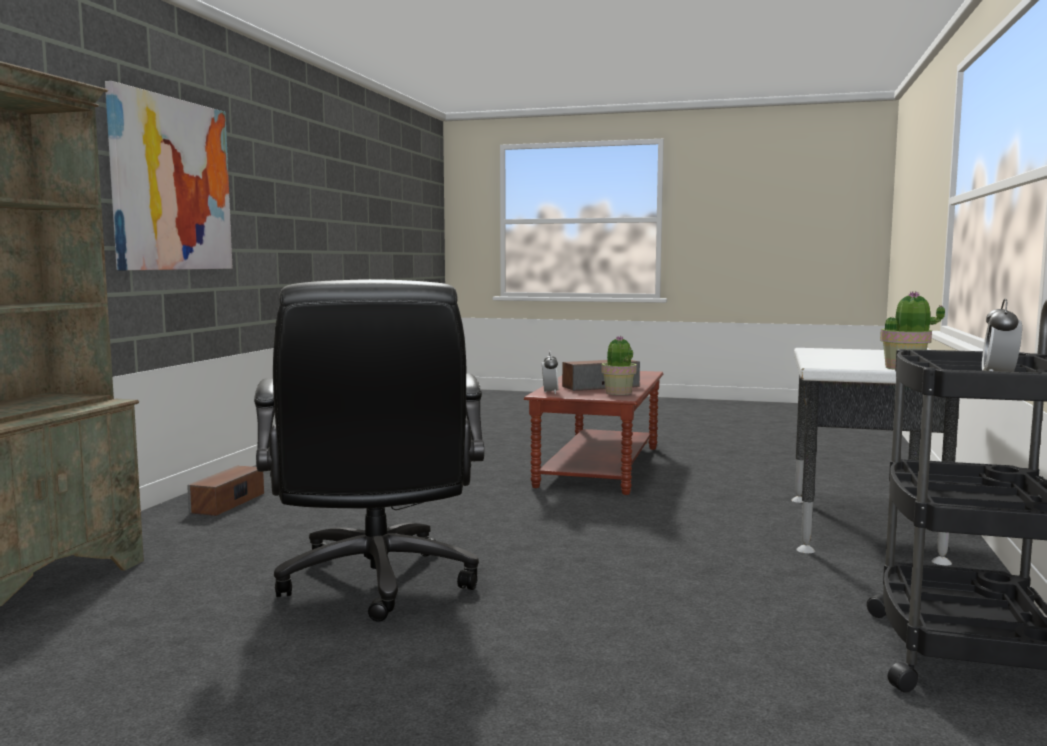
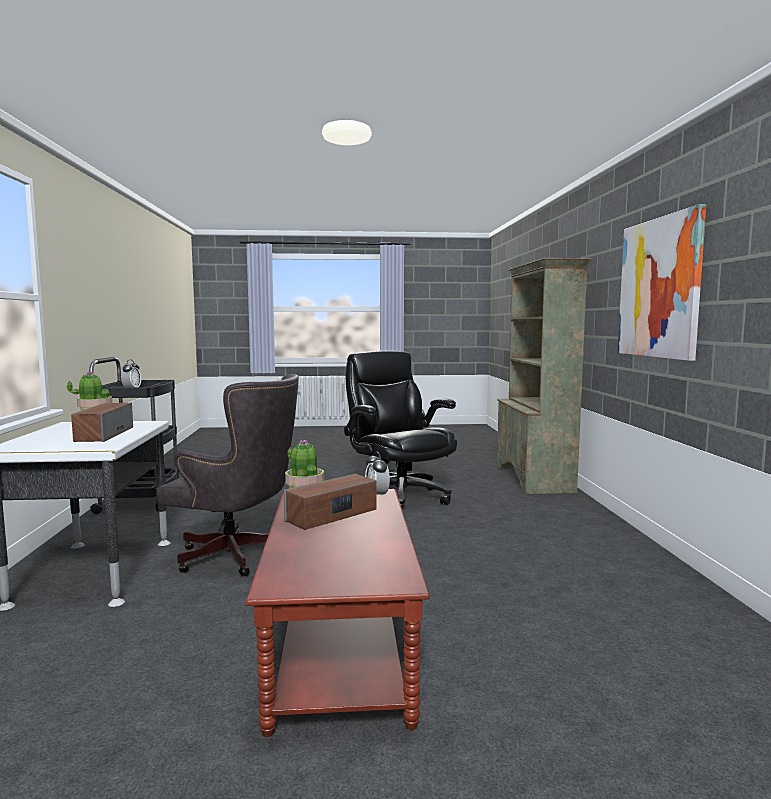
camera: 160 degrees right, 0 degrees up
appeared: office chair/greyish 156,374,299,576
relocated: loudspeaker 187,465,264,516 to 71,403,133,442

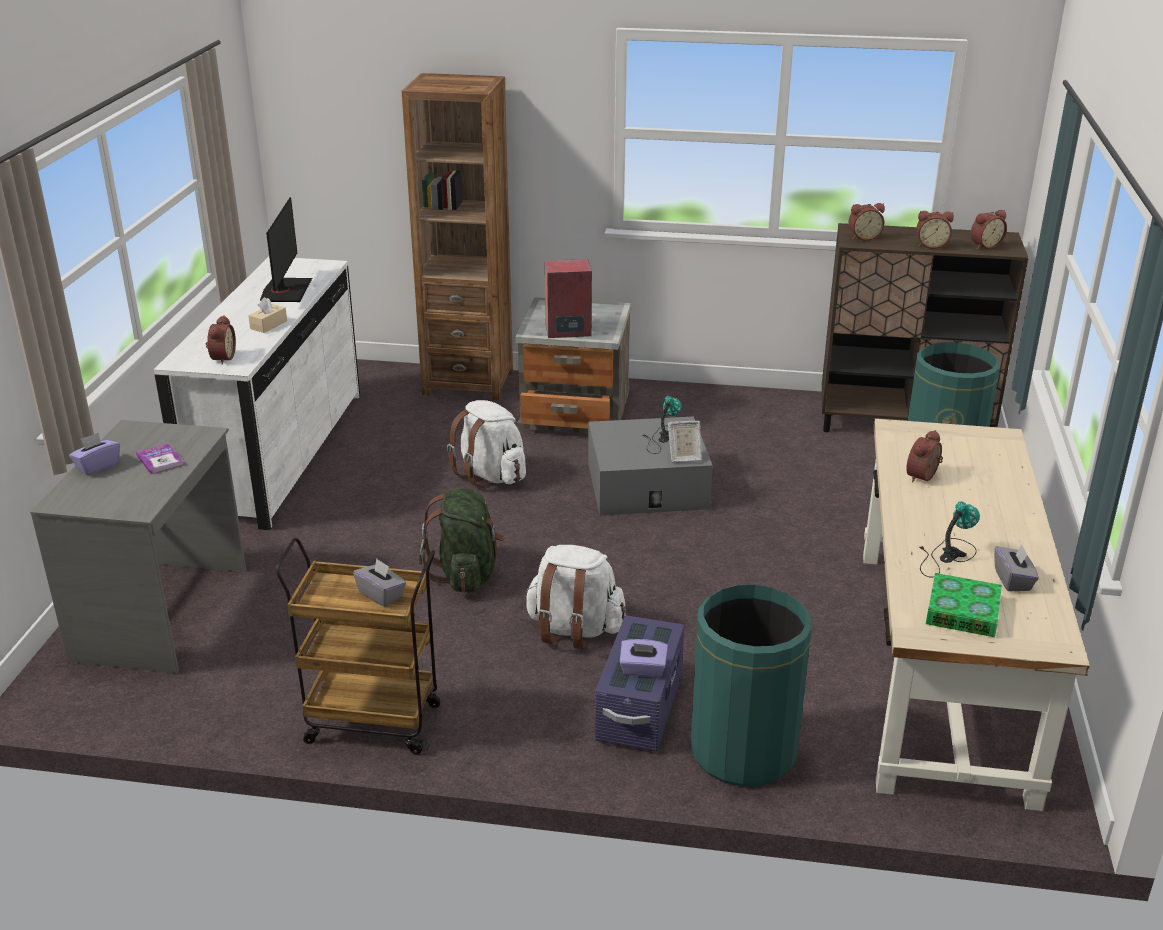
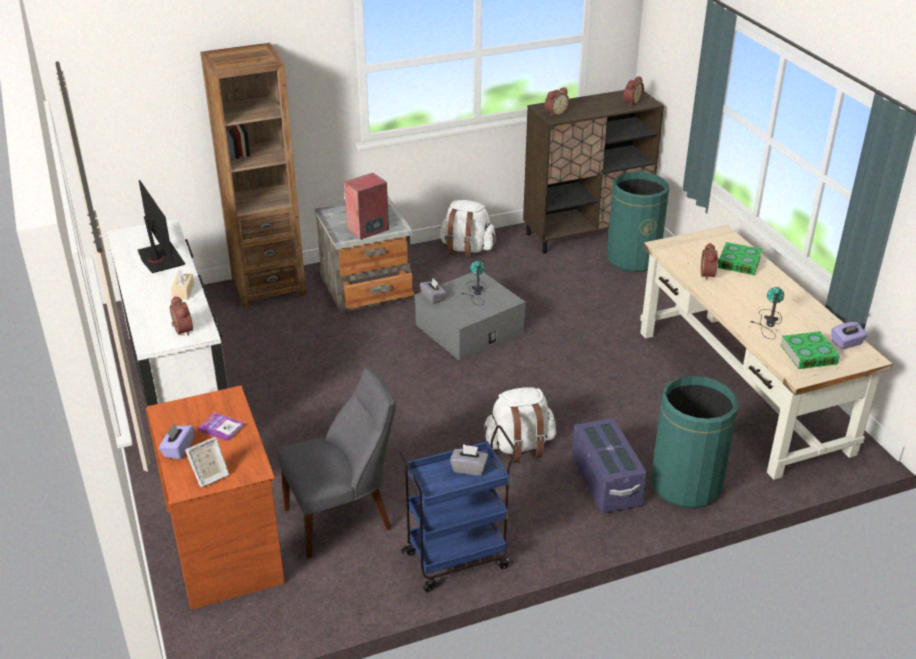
camera: 30 degrees left, 5 degrees up
missing: alarm clock 916,211,954,249; backpack/greenish 419,488,504,593
appeared: volume 718,242,762,275; plain chair/greyish 277,368,396,558
relocated: backpack/whitish 447,400,526,488 to 439,200,495,258; picture frame 668,421,702,463 to 185,437,229,487; tissue box/greyish 994,544,1039,591 to 420,278,446,304; tissue box/purple-coloured 620,639,668,677 to 831,322,868,349
colour: desk unit/greyish 30,420,246,673 to desk unit/brownish 146,386,285,610; cart/brownish 276,538,440,755 to cart/blue-coloured 399,425,515,592

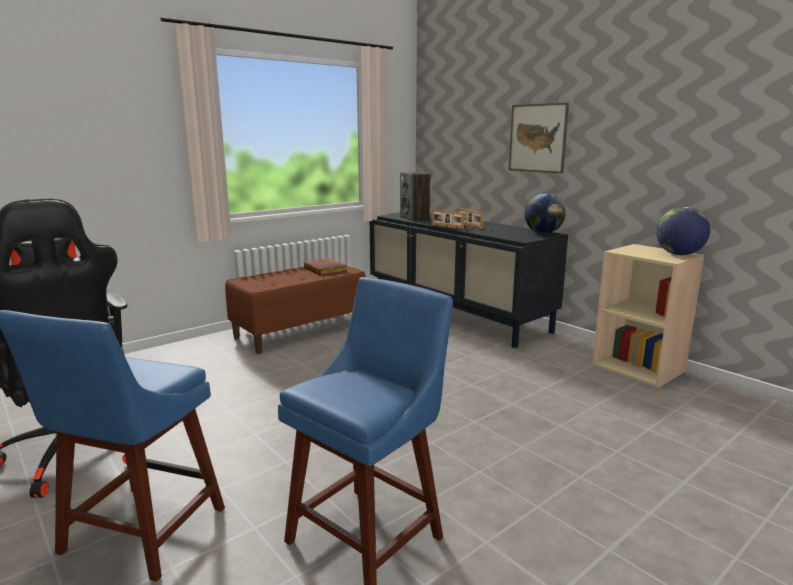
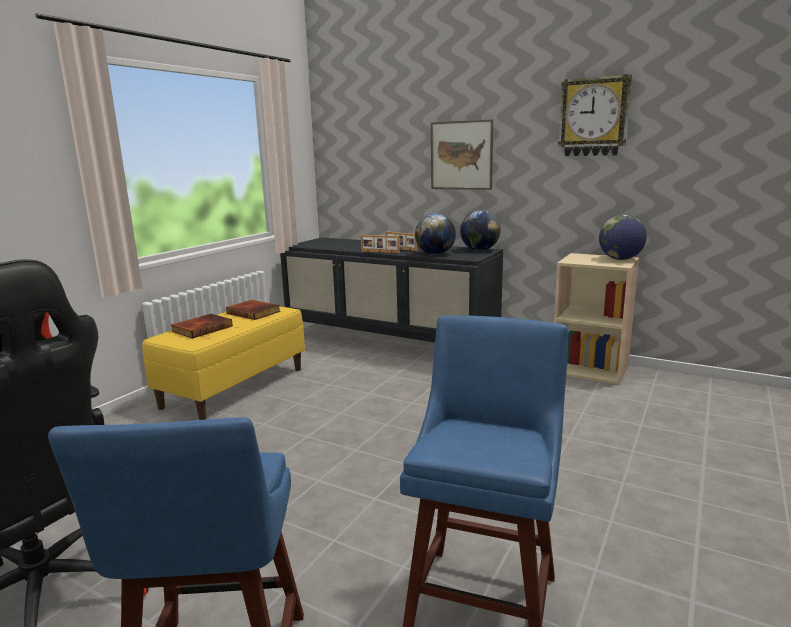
camera: 20 degrees left, 0 degrees up
missing: loudspeaker 400,172,431,221
appeared: wall clock 558,74,632,156; globe 415,213,456,255; volume 171,314,233,339
colour: indoor bench/brownish 225,266,366,354 to indoor bench/yellow-coloured 142,306,305,420

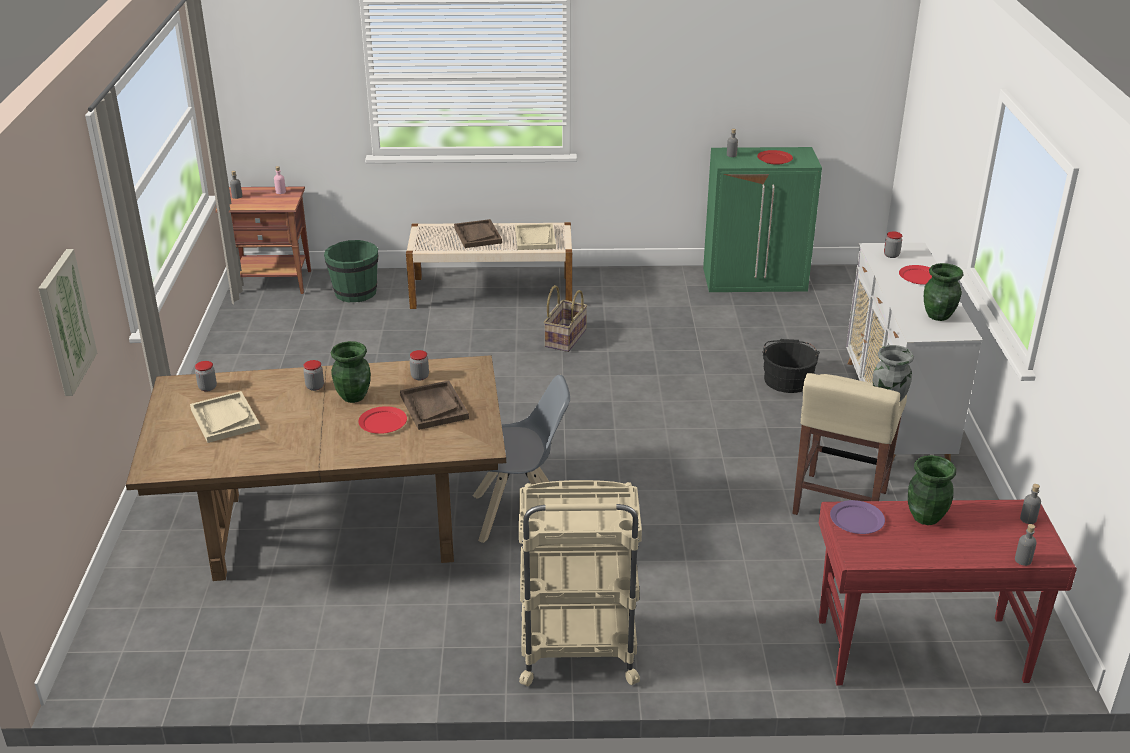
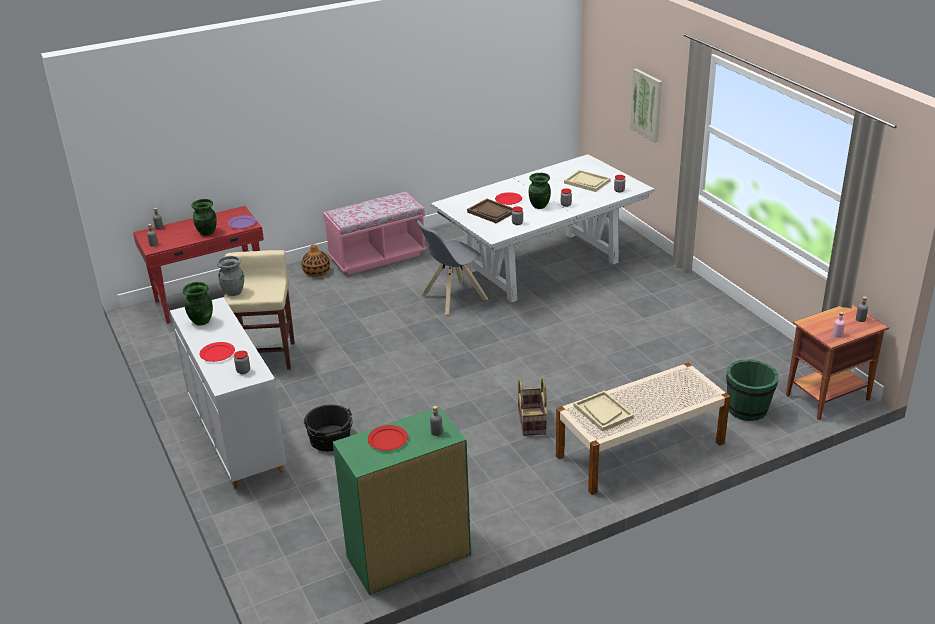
camera: 155 degrees right, 0 degrees up
missing: serving tray/brownish 454,219,502,248
appeared: decorative vase 302,244,330,277
exchanged: cart/beige 519,480,642,686 to indoor bench/pink 323,192,427,275
colour: kitchen table/brownish 126,355,506,581 to kitchen table/whitish 431,154,655,303

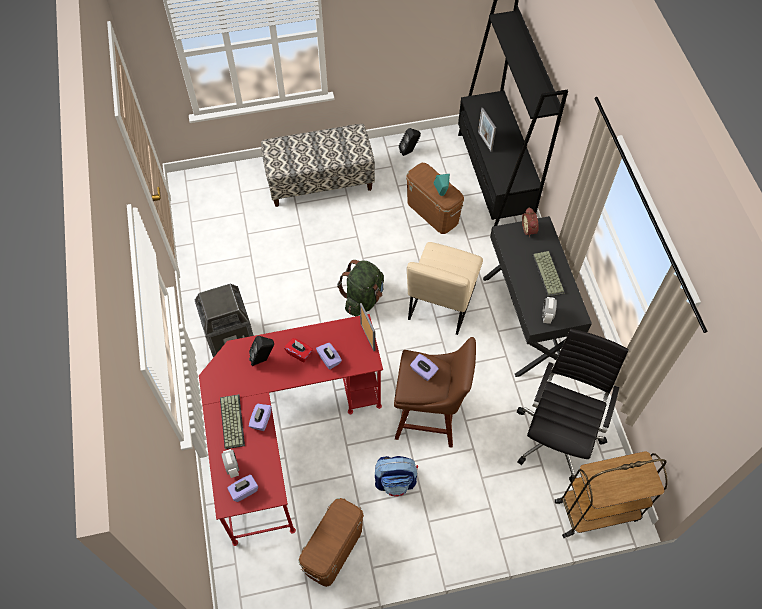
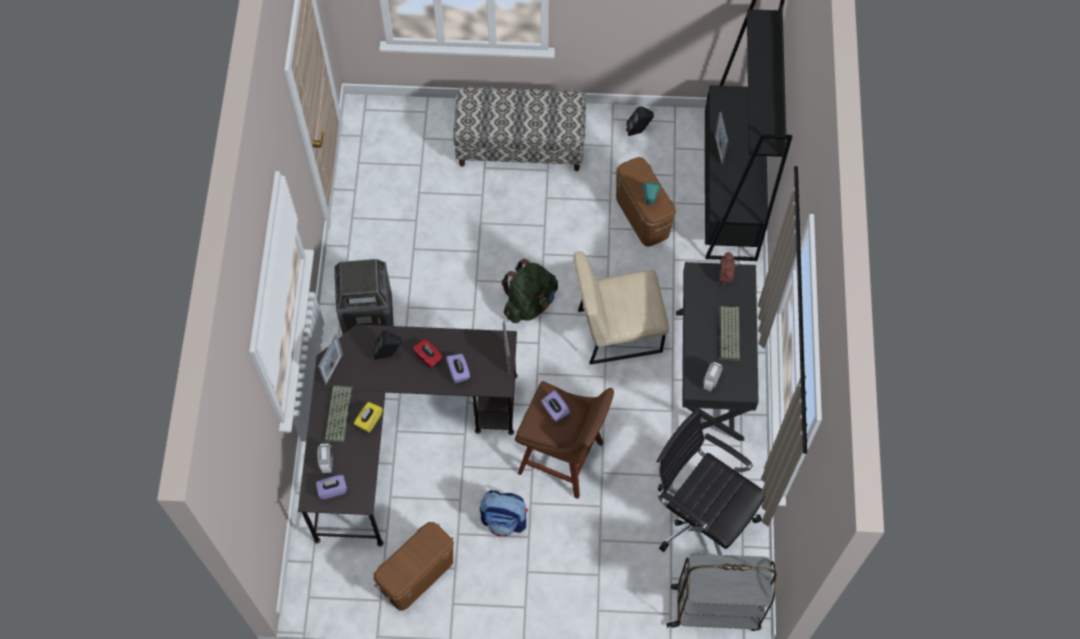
camera: 15 degrees right, 5 degrees up
appeared: picture frame 318,334,343,386
colour: desk unit/red 199,314,383,546 to desk unit/black 298,324,518,546; tissue box/purple-coloured 249,404,272,431 to tissue box/yellow-coloured 354,402,383,433; cart/brownish 555,451,668,538 to cart/greyish 666,554,777,631
spun: plain chair/beige 407,242,483,335 = 573,251,669,365 45 degrees clockwise; office chair/black 517,329,629,482 = 657,409,765,555 90 degrees counterclockwise

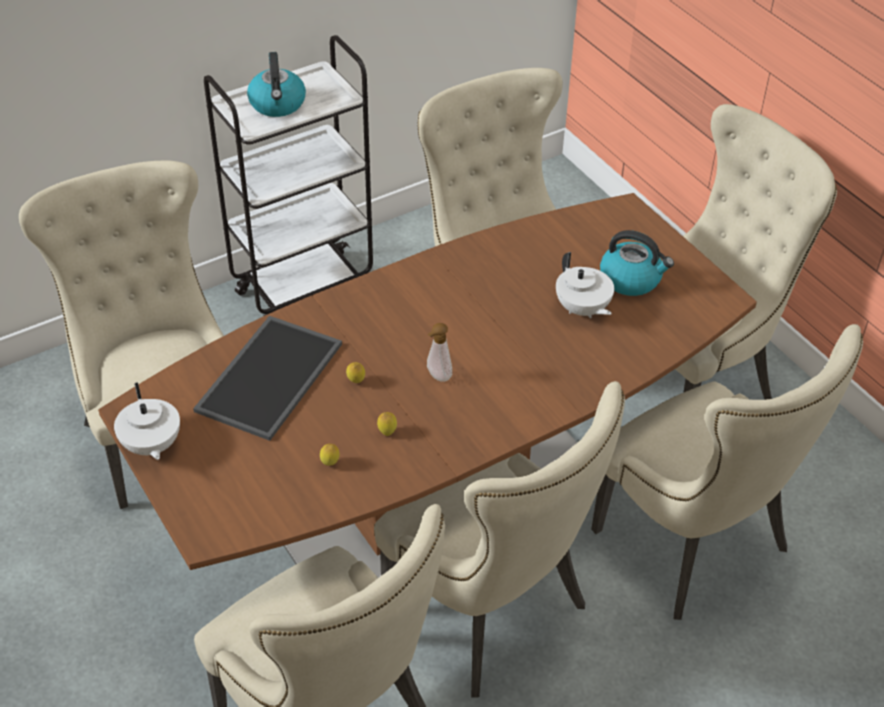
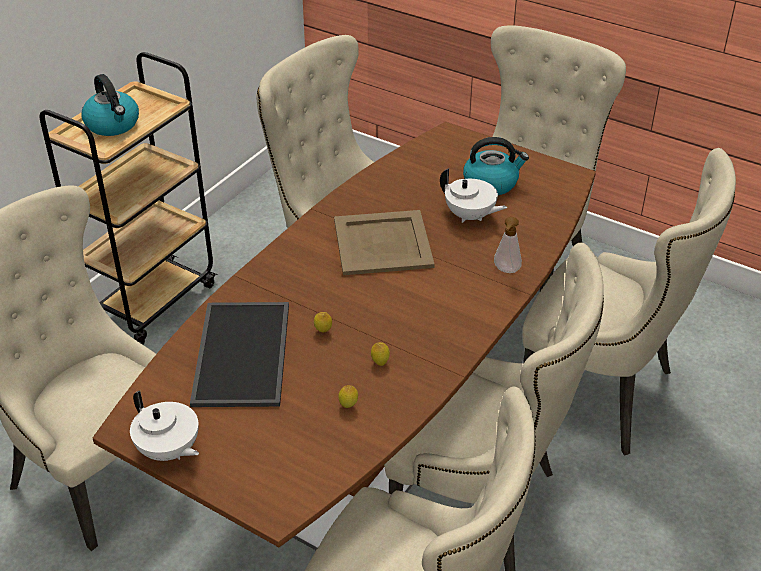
camera: 25 degrees left, 5 degrees down
appeared: serving tray/beige 334,210,435,275
relocated: soap dispenser 427,323,452,382 to 494,217,522,273
colour: cart/whitish 204,35,373,316 to cart/brownish 40,52,218,345

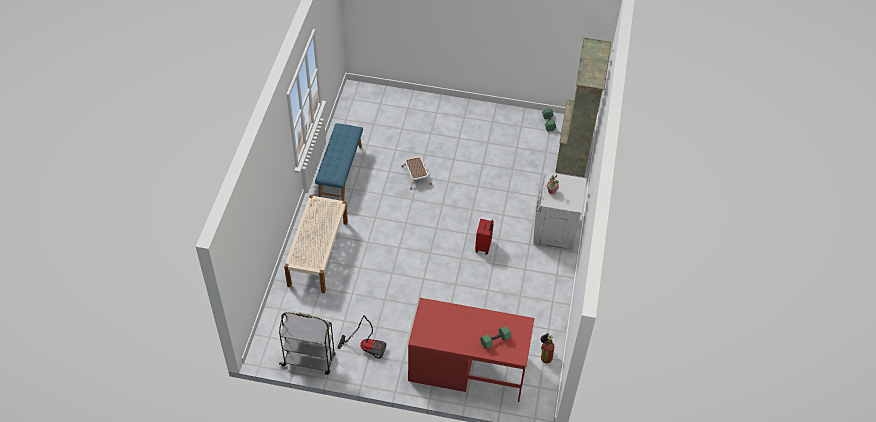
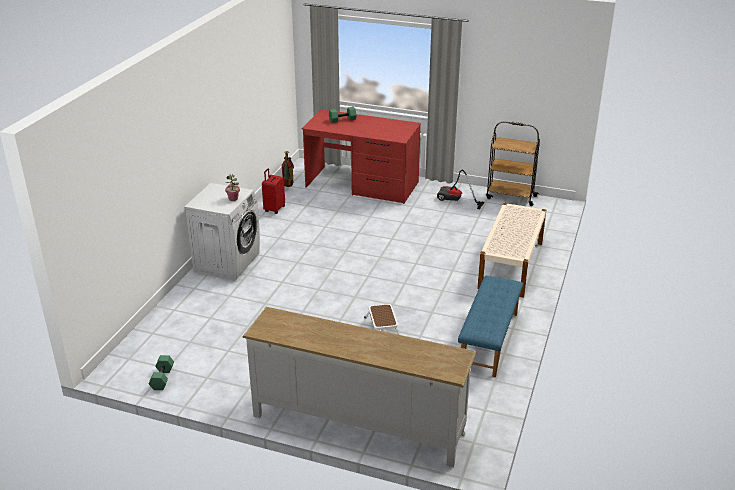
camera: 170 degrees left, 20 degrees down
missing: bookshelf/greenish 555,38,611,177
appeared: storage cabinet/greyish 243,307,477,467
relocated: suitcase/red 475,219,494,255 to 262,168,285,214
colour: cart/greyish 279,312,336,375 to cart/brownish 486,122,540,206

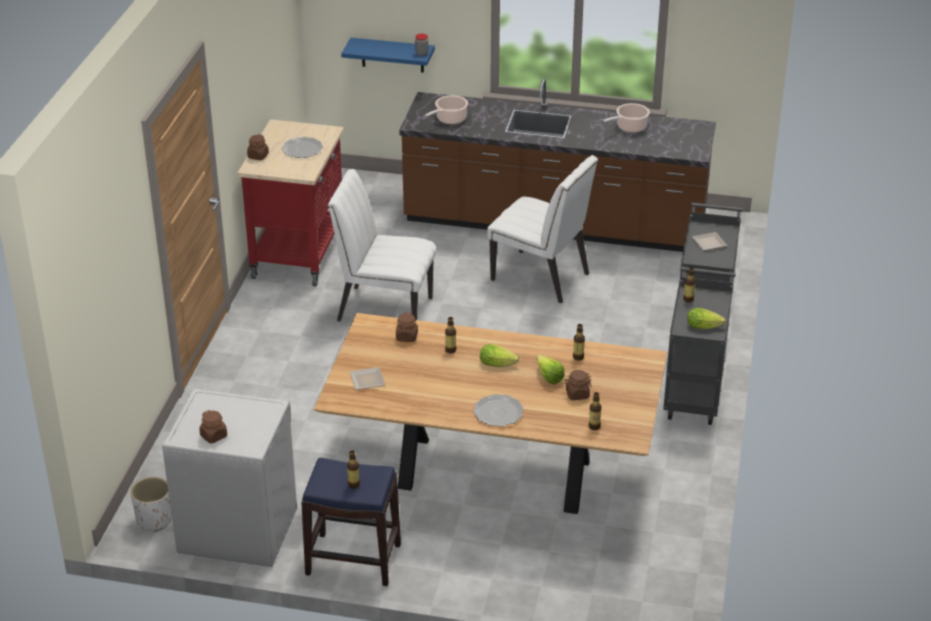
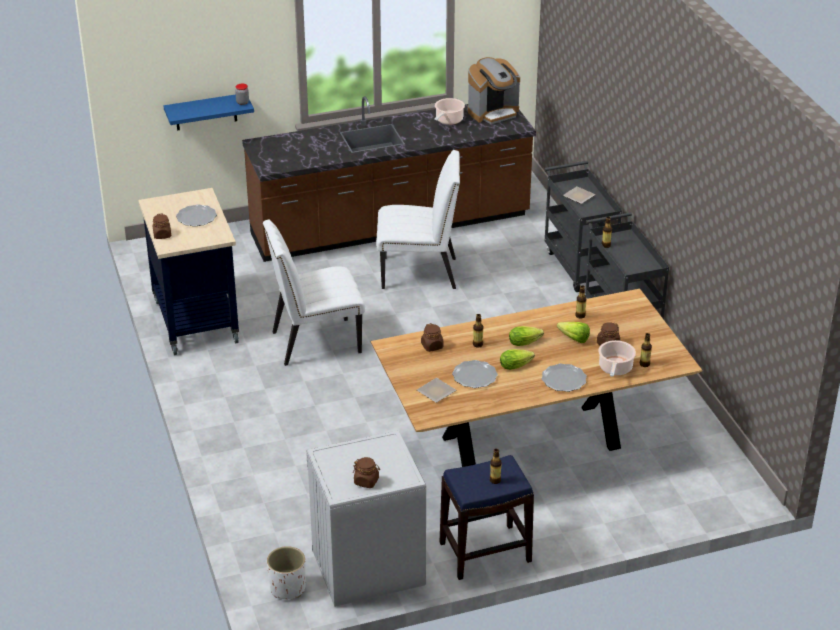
camera: 30 degrees left, 0 degrees up
appeared: coffee maker 468,57,520,124; plate 452,360,498,388
relocated: saucepot 425,95,468,124 to 598,340,636,377; lettuce 687,308,726,329 to 500,349,535,370
colour: cart/red 237,119,344,286 to cart/blue-coloured 138,188,239,355

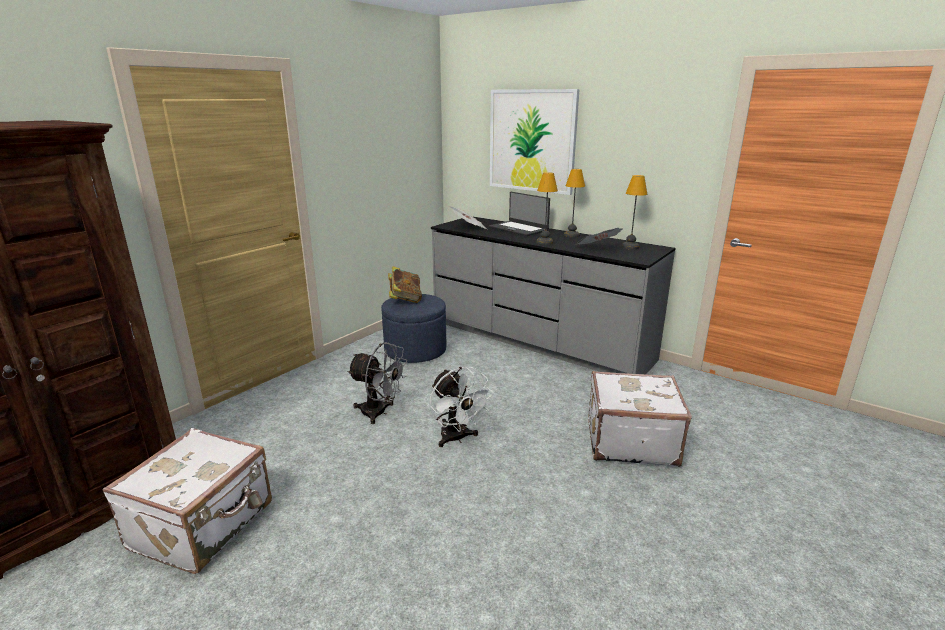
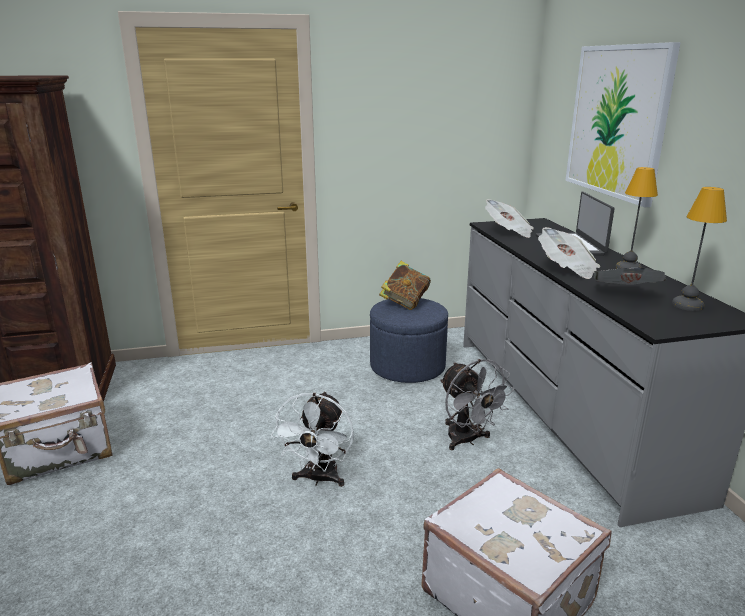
camera: 40 degrees right, 0 degrees up
relocated: fan/greyish 347,342,407,424 to 440,359,514,450
exchanged: lamp for a table 536,172,558,245 to newspaper 538,227,600,279

